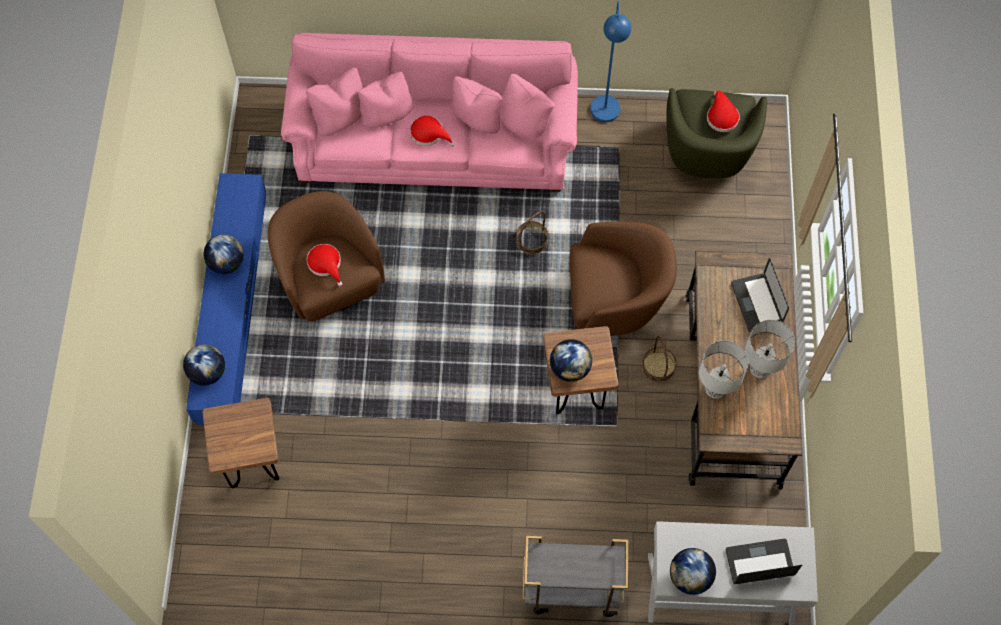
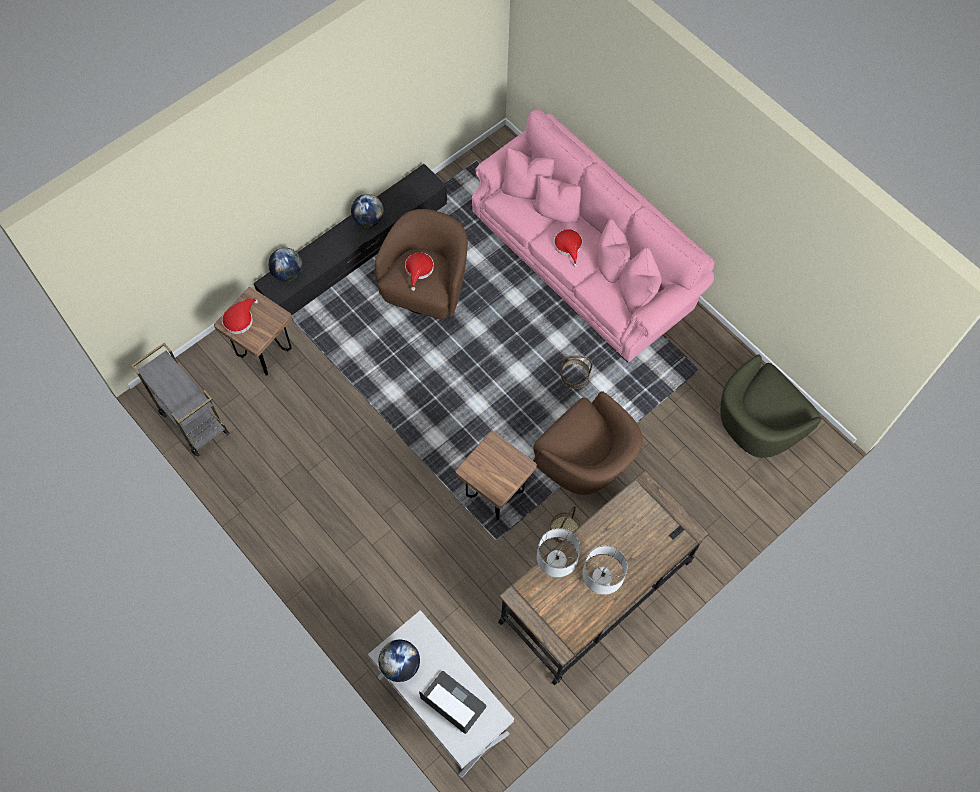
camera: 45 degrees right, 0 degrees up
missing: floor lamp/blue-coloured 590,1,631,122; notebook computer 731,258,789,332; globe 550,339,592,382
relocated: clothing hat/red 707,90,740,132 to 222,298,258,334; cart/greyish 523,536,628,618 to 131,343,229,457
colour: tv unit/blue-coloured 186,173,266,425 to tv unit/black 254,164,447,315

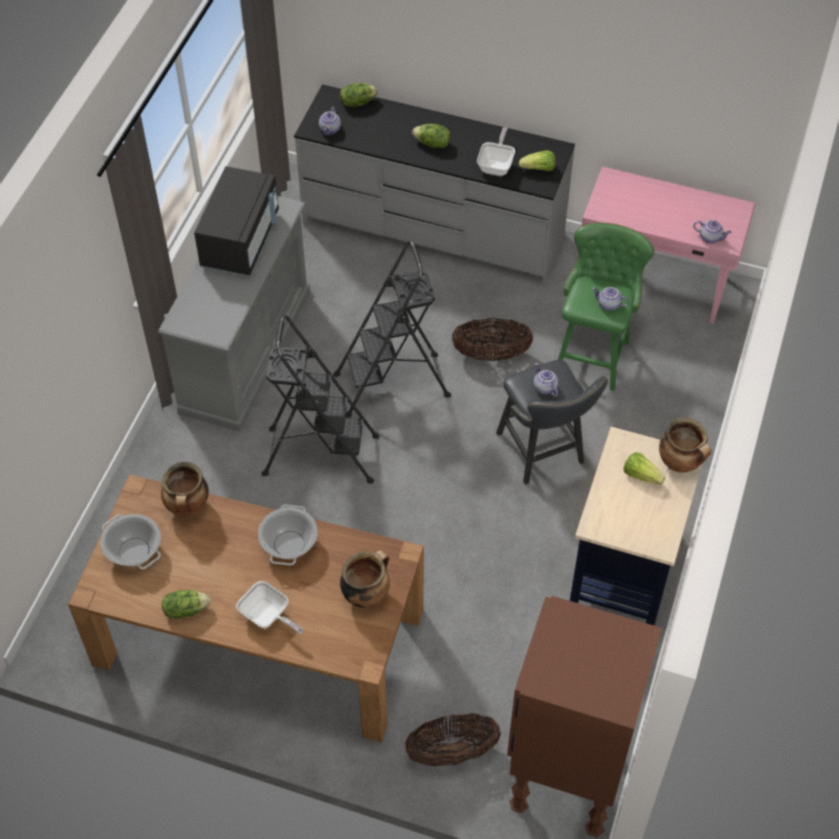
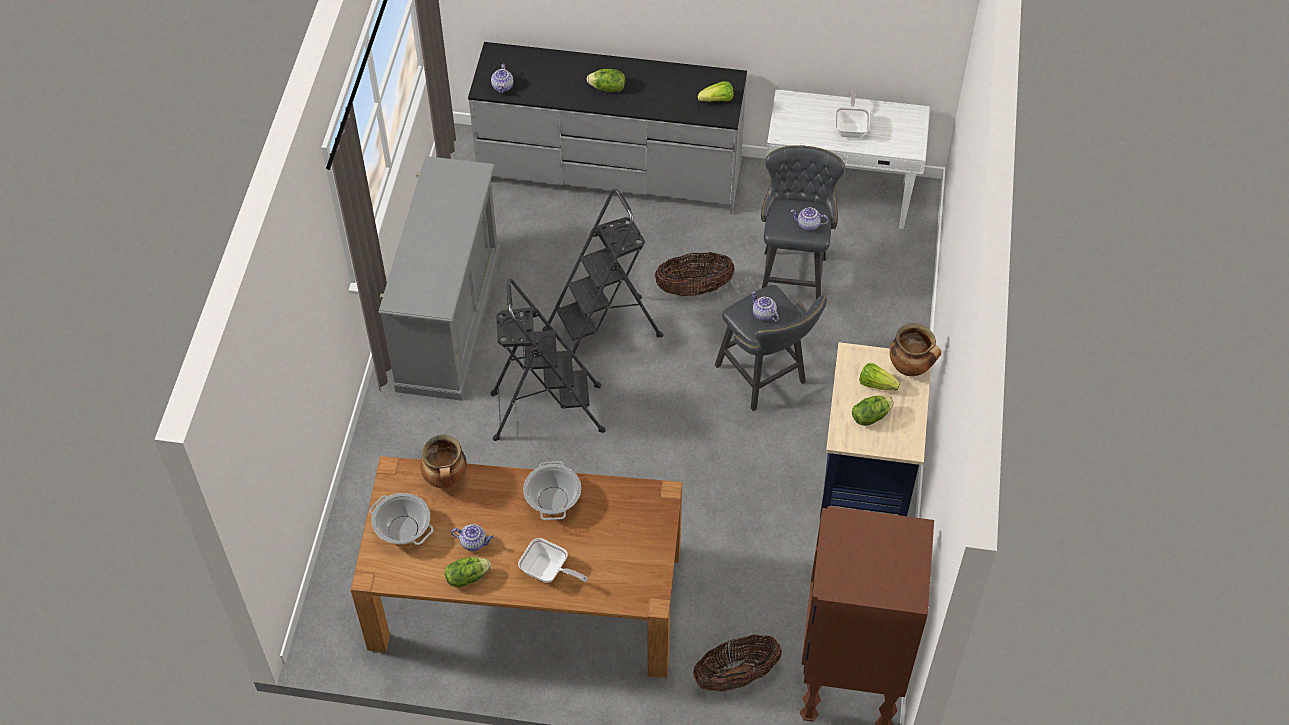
camera: 10 degrees left, 0 degrees up
missing: microwave/black 194,166,279,275; saucepot 340,550,390,608
relocated: lettuce 340,83,378,107 to 852,396,894,426; frying pan 477,127,515,176 to 835,89,870,138; pot for tea 693,220,731,244 to 451,524,493,551
colour: console table/pink 582,167,755,324 to console table/whitish 766,89,930,229; sitting stool/greenish 558,222,654,391 to sitting stool/greyish 761,145,845,299

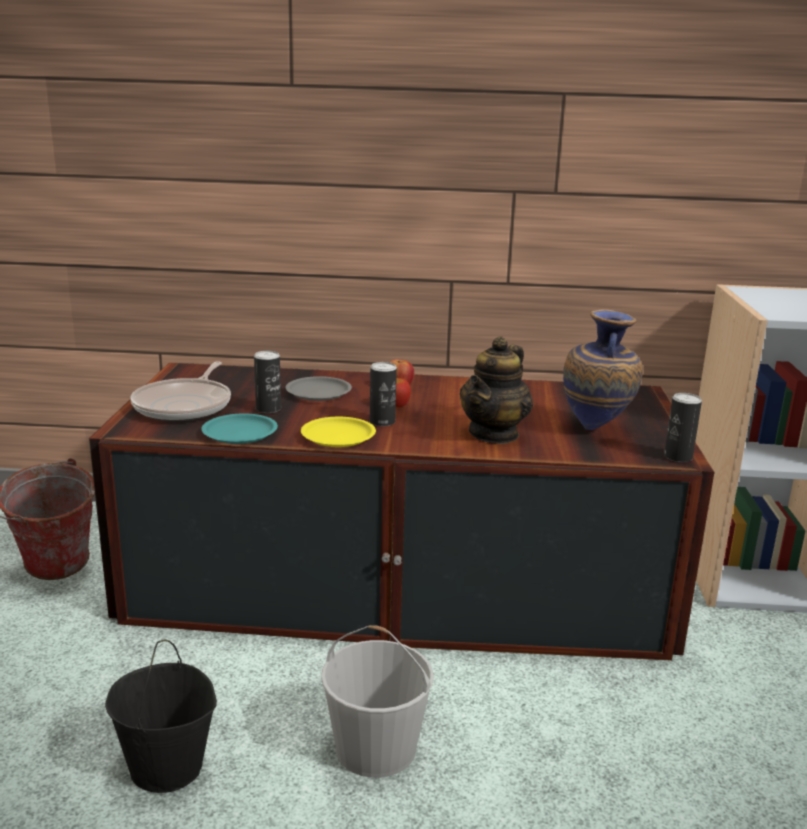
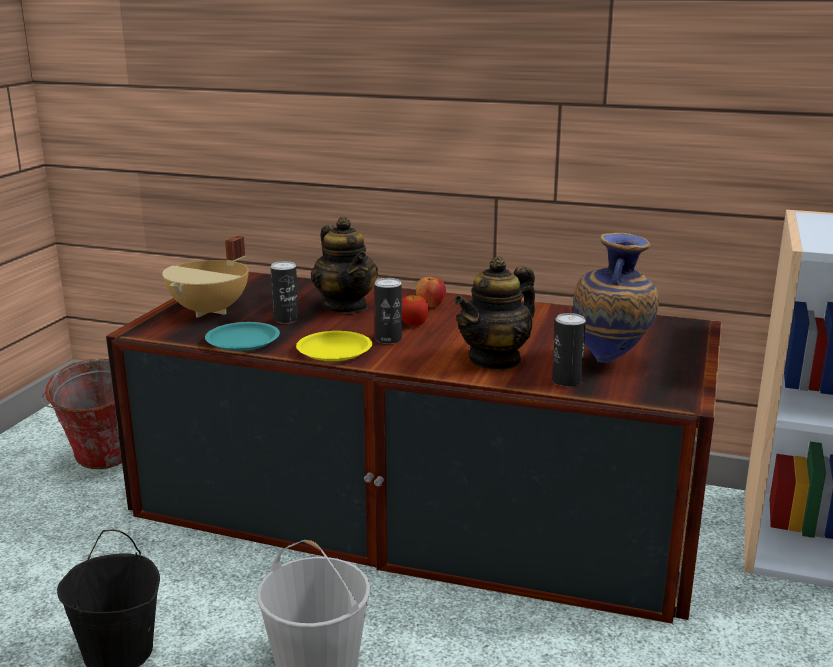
camera: 15 degrees right, 0 degrees up
relocated: can 664,393,702,462 to 552,313,586,387
exchanged: frying pan 131,362,231,421 to saucepot/beige 162,236,249,318; plate/greyish 286,376,352,401 to pot for tea 311,216,378,313

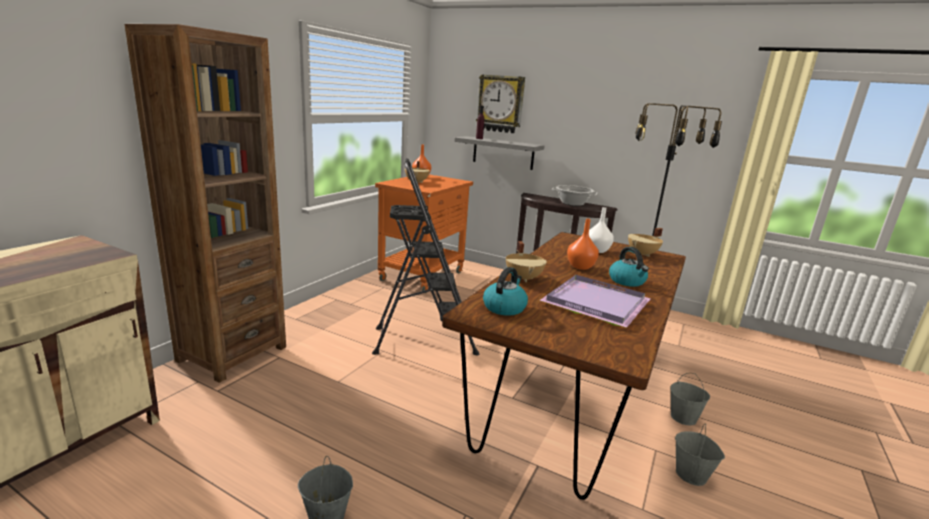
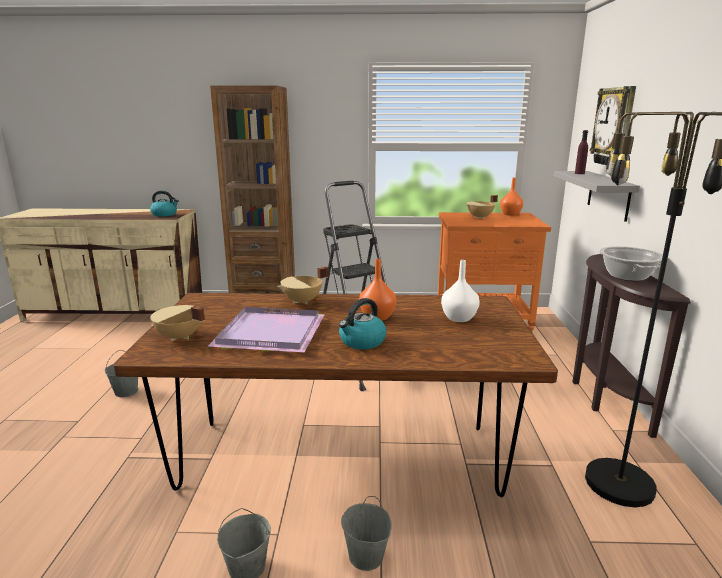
camera: 65 degrees right, 0 degrees up
relocated: saucepot/beige 628,228,663,257 to 150,305,205,341; kettle 483,267,528,316 to 150,190,179,217

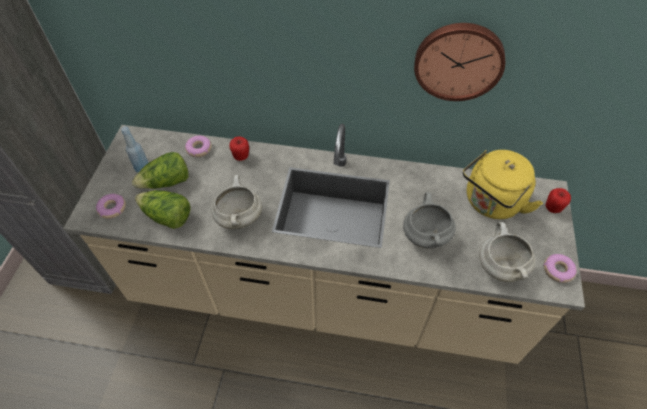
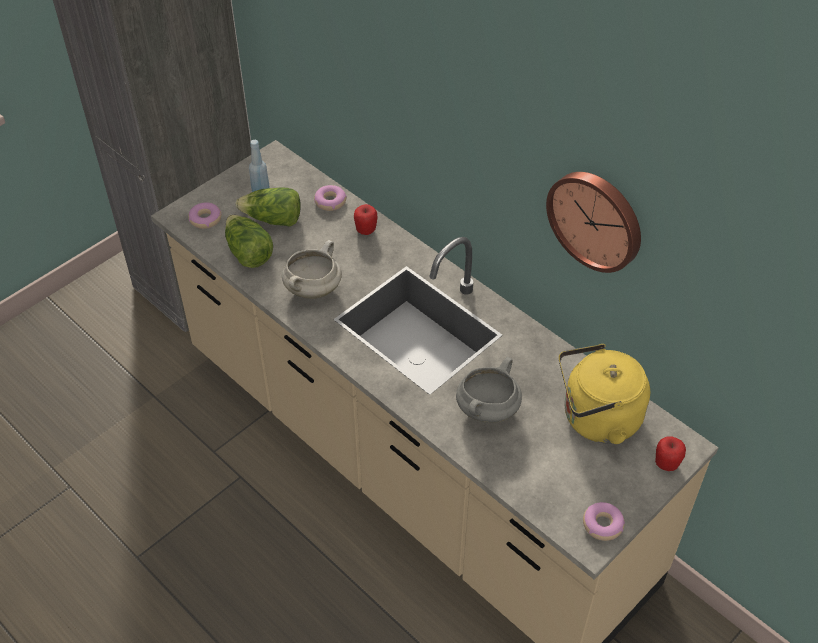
camera: 35 degrees right, 5 degrees down
missing: saucepot/whitish 479,222,535,282

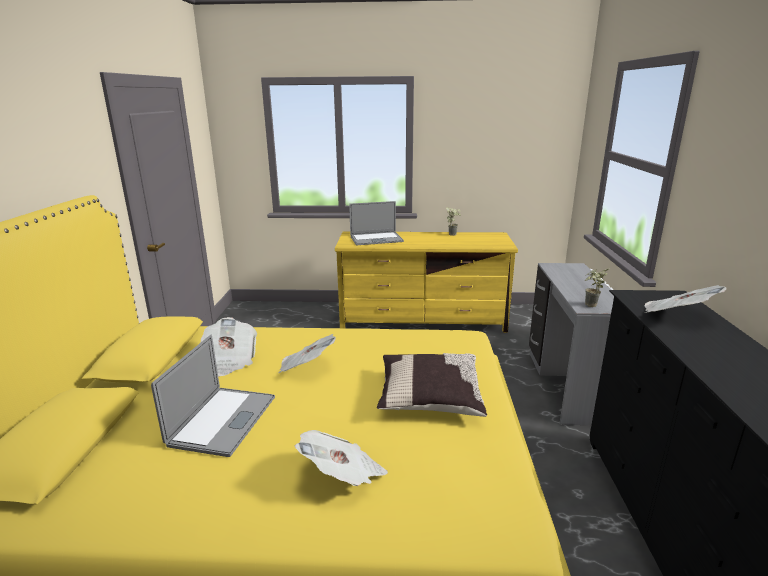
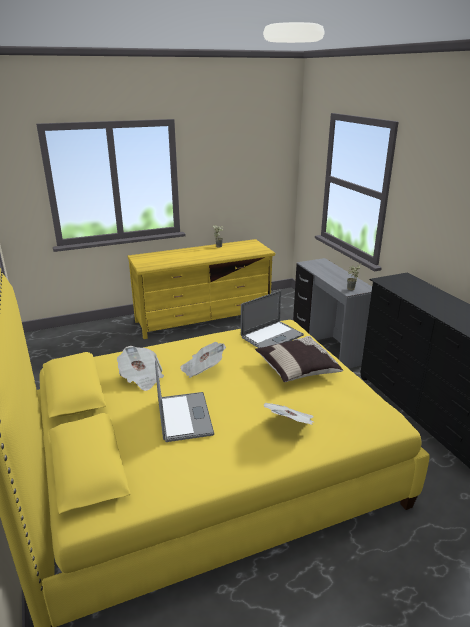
camera: 25 degrees left, 5 degrees up
missing: newspaper 645,285,726,313
relocated: notebook computer 349,201,404,245 to 241,290,304,348

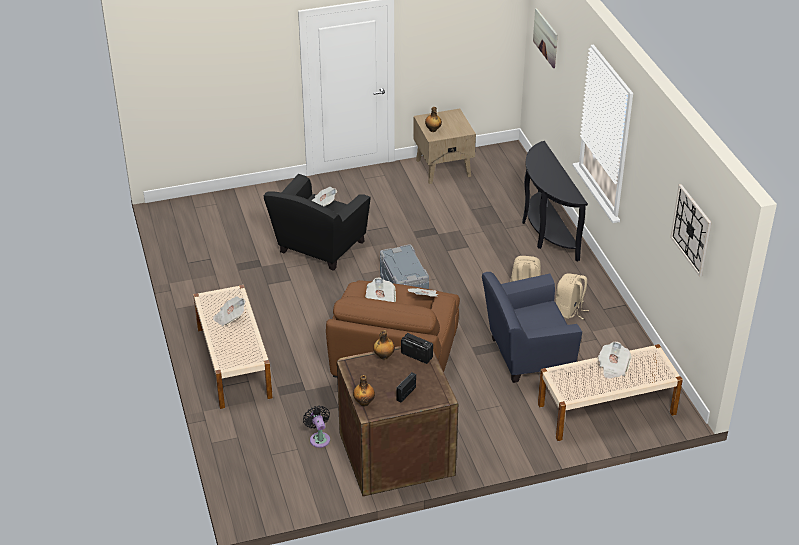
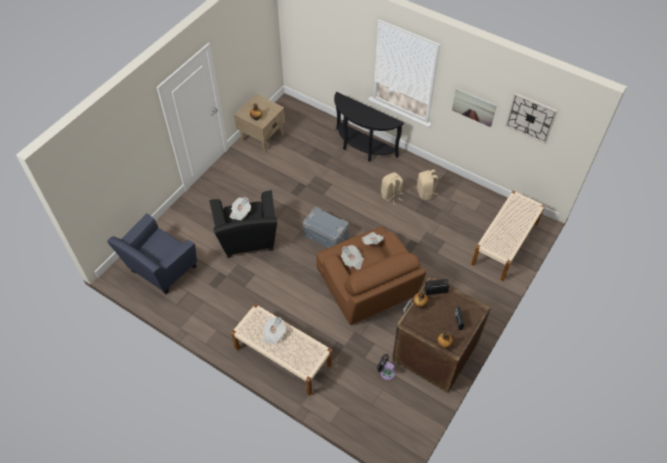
camera: 40 degrees left, 15 degrees up
missing: newspaper 598,342,632,379
relocated: wall picture 533,8,558,68 to 452,88,497,127; lounge chair/blue-coloured 482,272,582,383 to 107,213,197,294

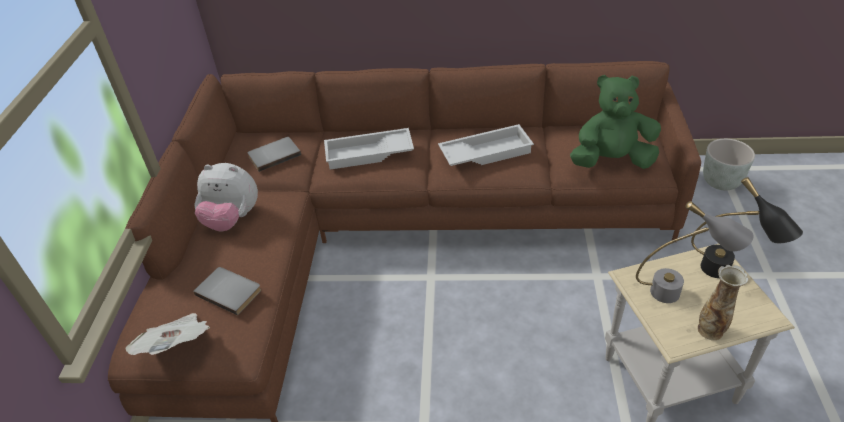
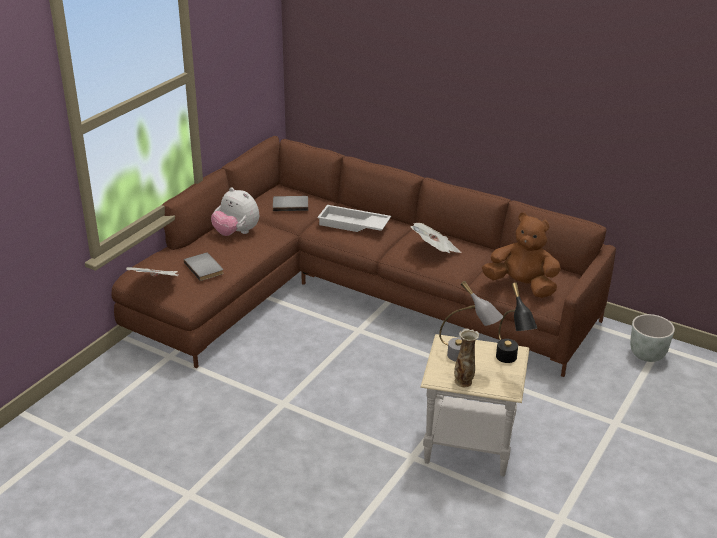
camera: 25 degrees right, 10 degrees down
exchanged: serving tray/whitish 438,124,534,166 to newspaper 410,223,461,253
colour: cuddly toy/greenish 570,75,661,169 to cuddly toy/brownish 482,213,561,298

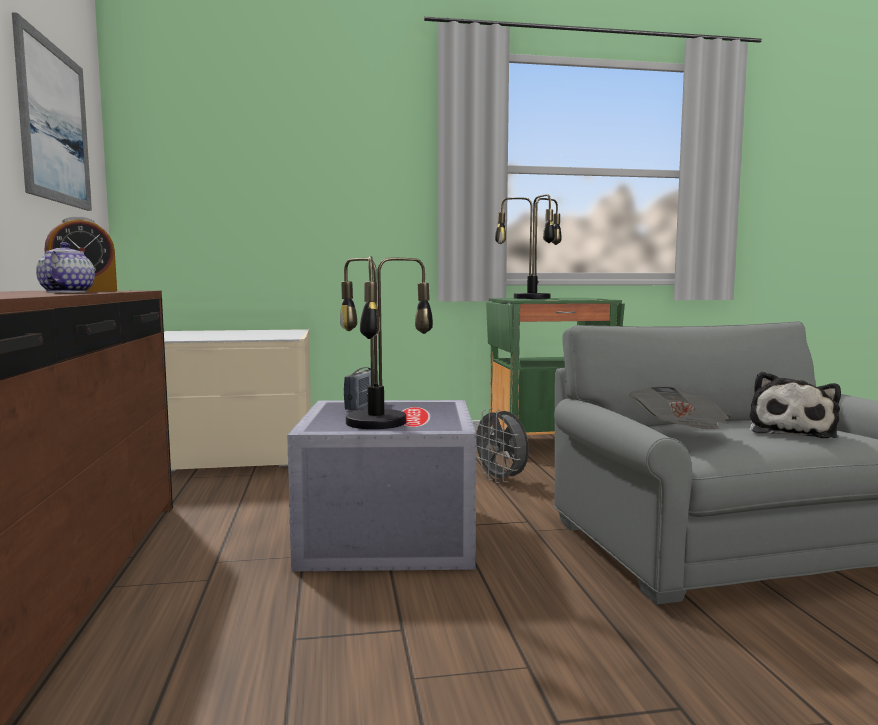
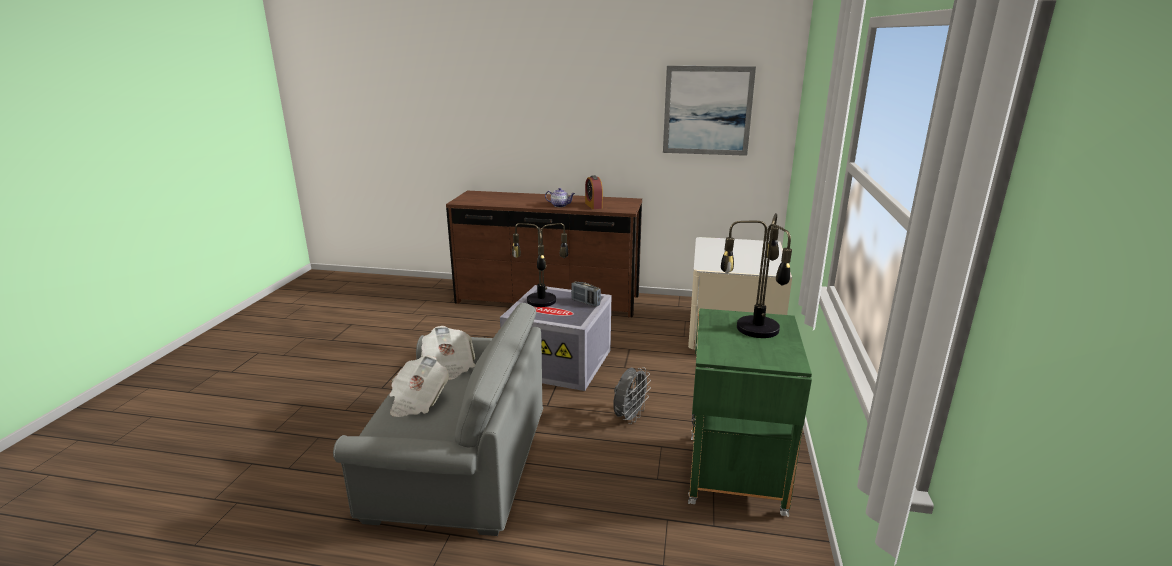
camera: 110 degrees right, 15 degrees up
exchanged: cuddly toy 749,372,841,438 to newspaper 389,355,449,417
spun: fan/greyish 474,408,529,483 = 613,367,651,424 135 degrees clockwise

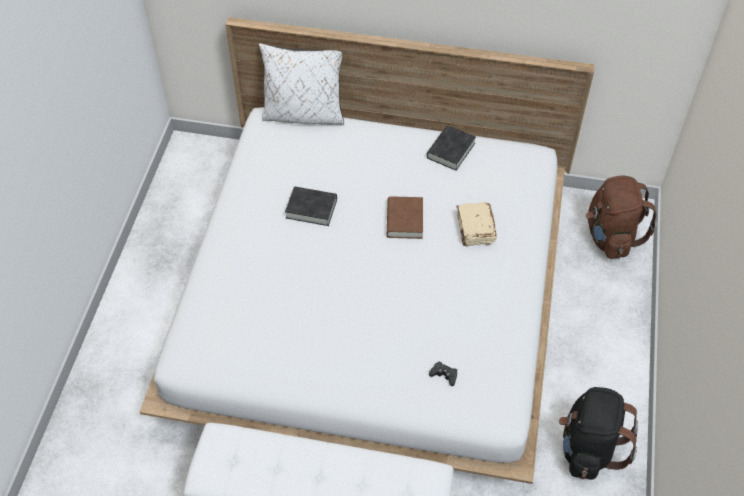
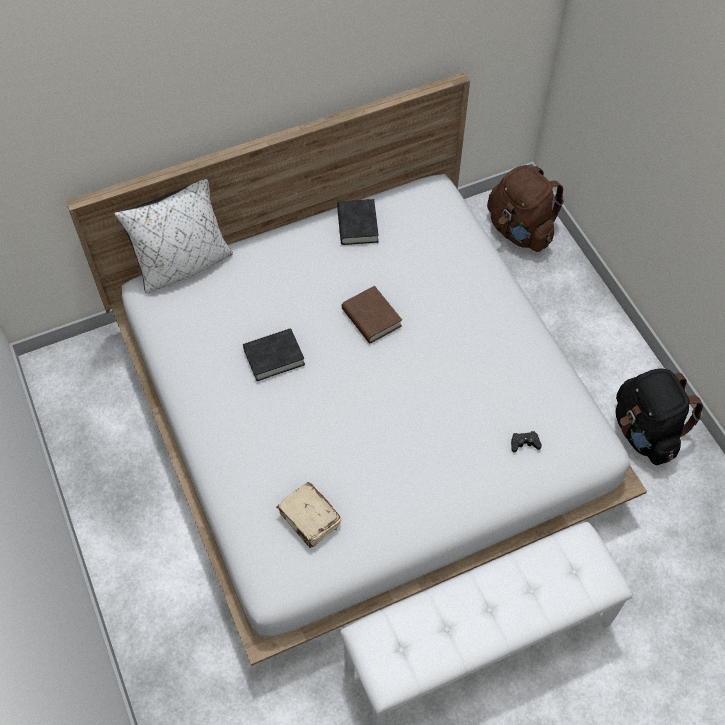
camera: 35 degrees left, 5 degrees up
relocated: volume/beige 456,202,497,246 to 276,482,341,548

